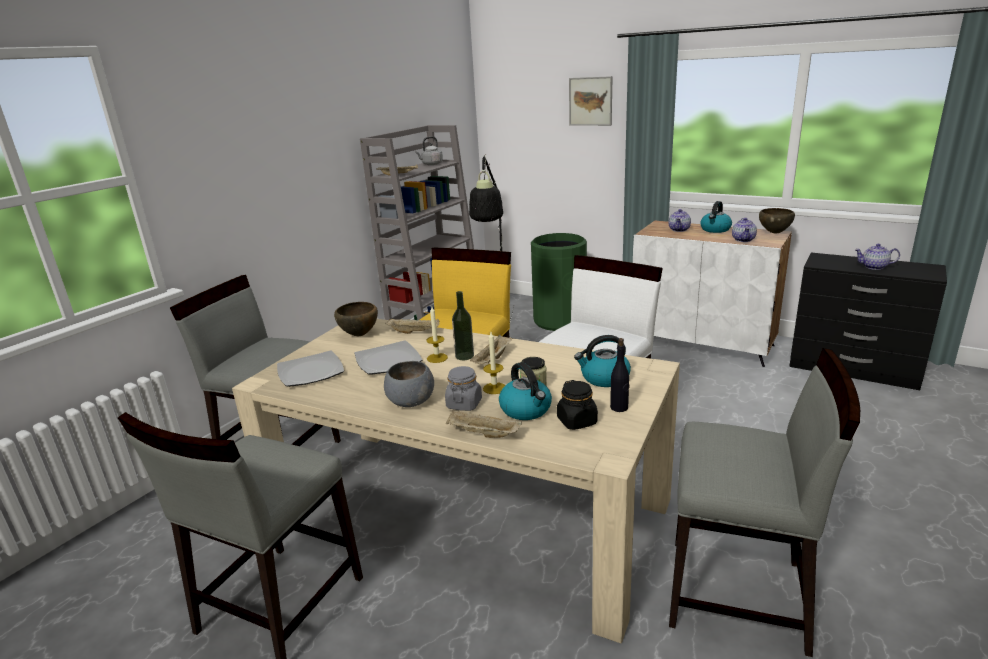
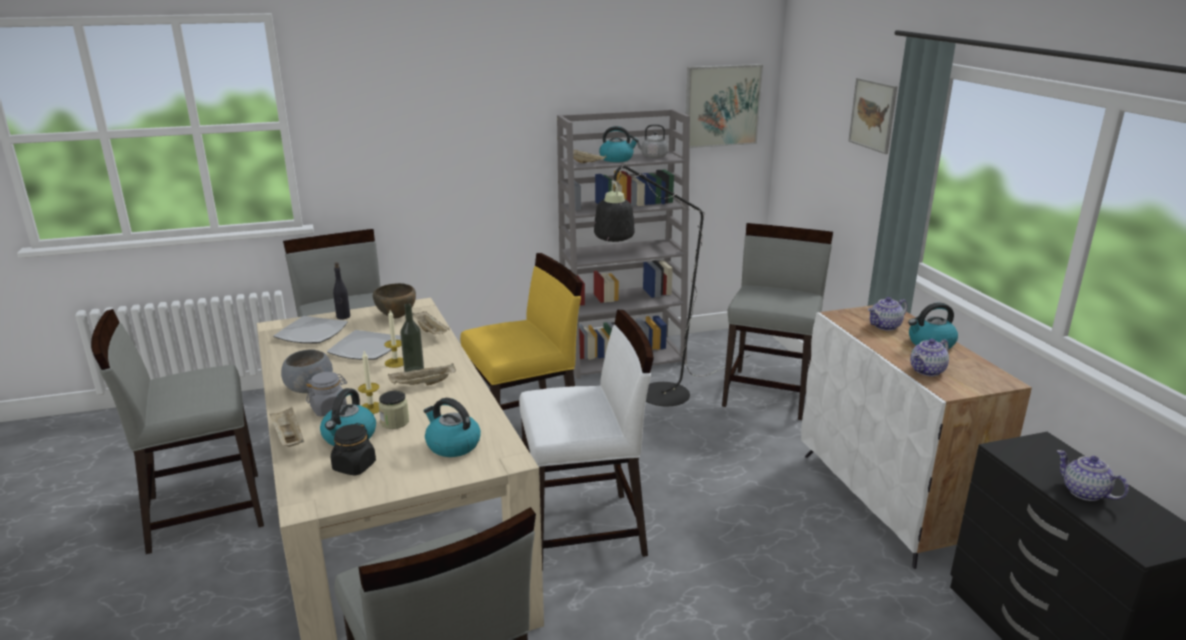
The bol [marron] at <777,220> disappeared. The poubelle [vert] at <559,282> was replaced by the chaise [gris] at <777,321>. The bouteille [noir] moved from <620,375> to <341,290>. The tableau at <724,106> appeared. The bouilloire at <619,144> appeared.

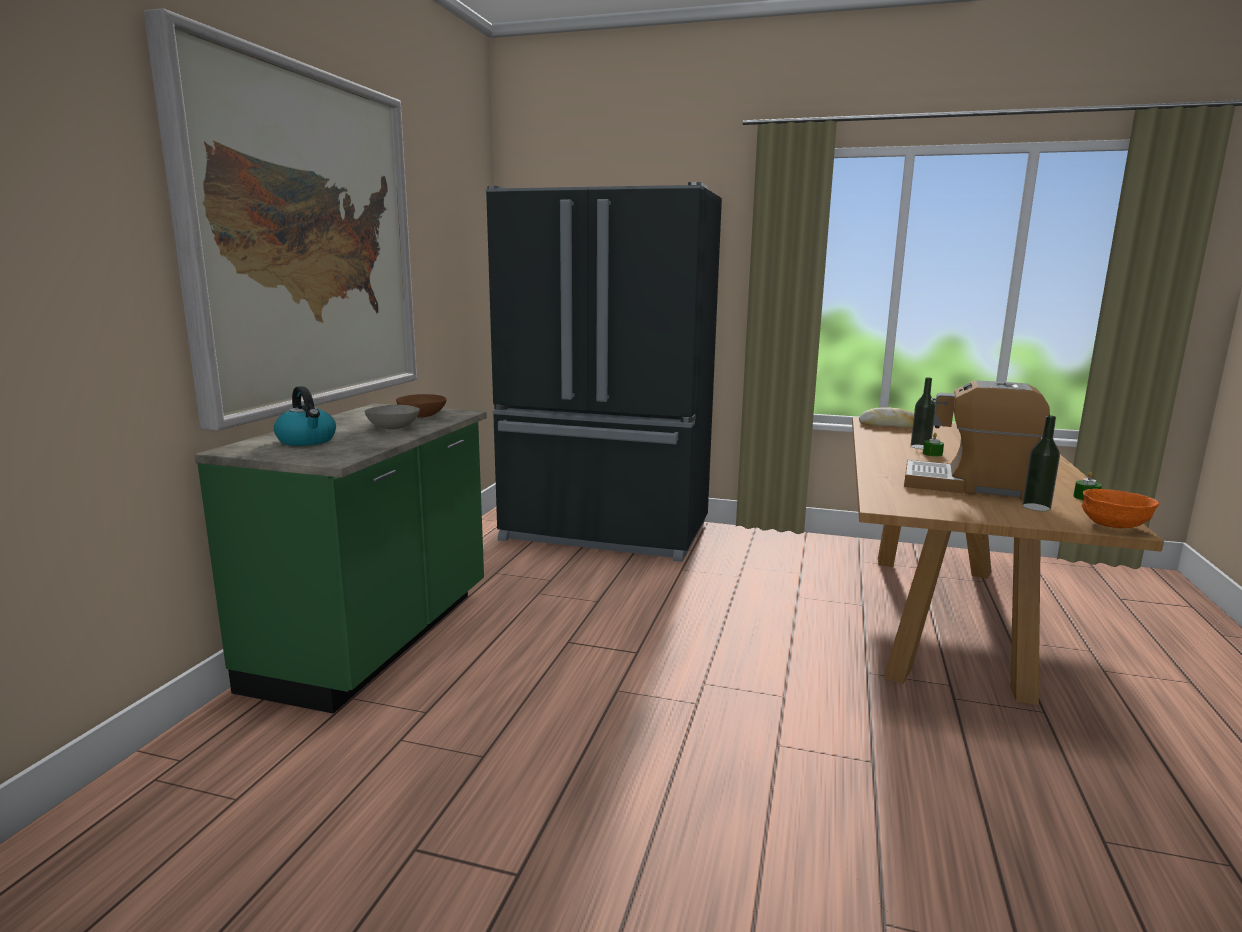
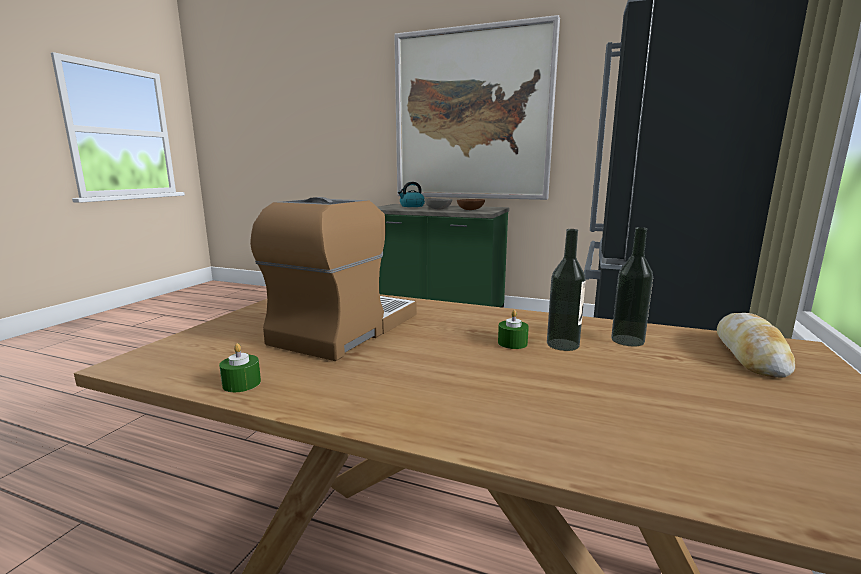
The bouteille moved from <1041,463> to <632,286>. The bol [orange] at <1120,508> disappeared.

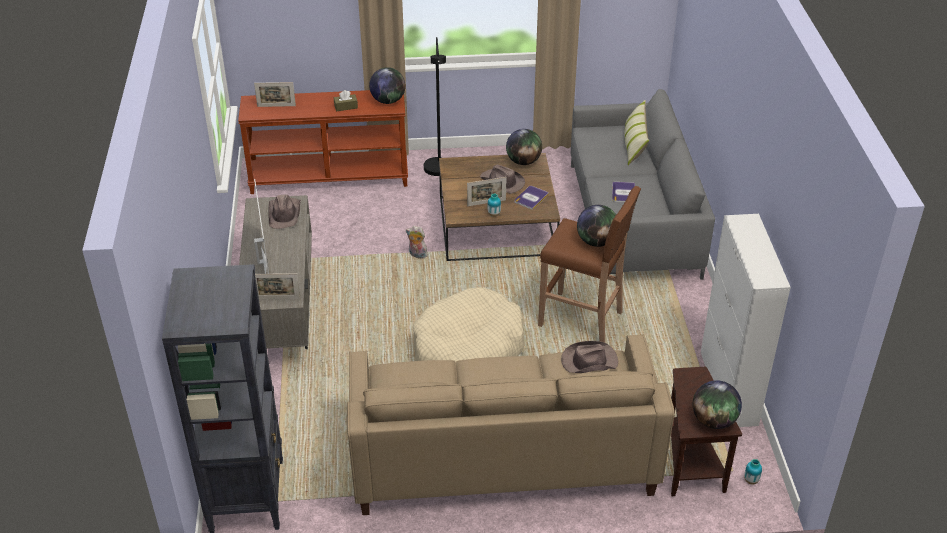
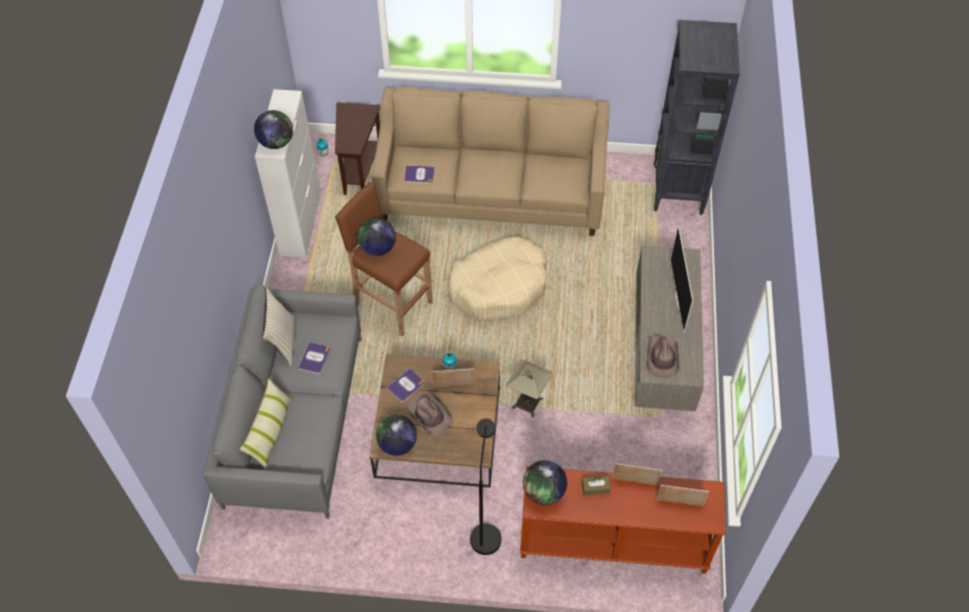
The peluche at <417,242> was replaced by the lampe de table at <529,388>. The cadre photo moved from <277,286> to <637,474>. The chapeau [marron] at <589,357> was replaced by the livre at <419,175>. The globe moved from <717,404> to <273,129>. The coussin [beige] at <278,326> appeared.

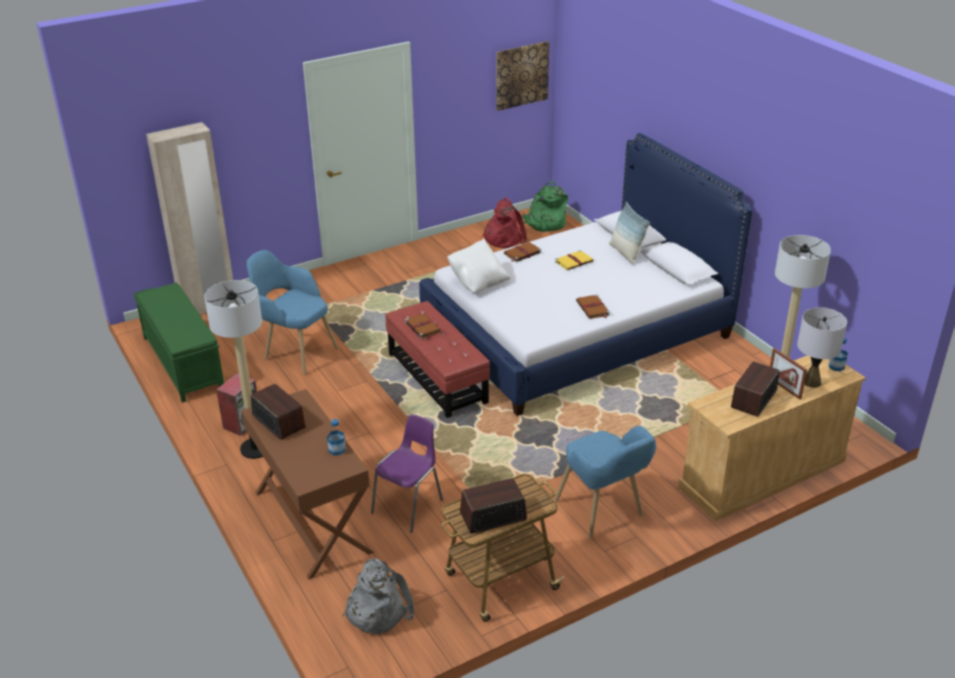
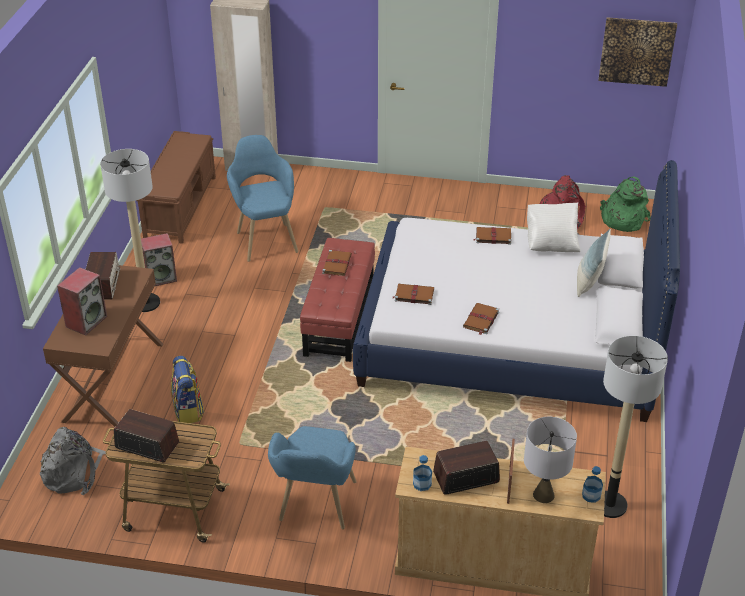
The coussin [blanc] moved from <479,265> to <554,227>. The livre [jaune] at <574,260> disappeared. The banc [vert] at <179,343> became the banc [marron] at <176,187>. The chaise [violet] at <407,473> was replaced by the sac à dos at <187,389>. The bouteille moved from <336,437> to <422,473>. The enceinte at <82,301> appeared. The livre [marron] at <413,294> appeared.

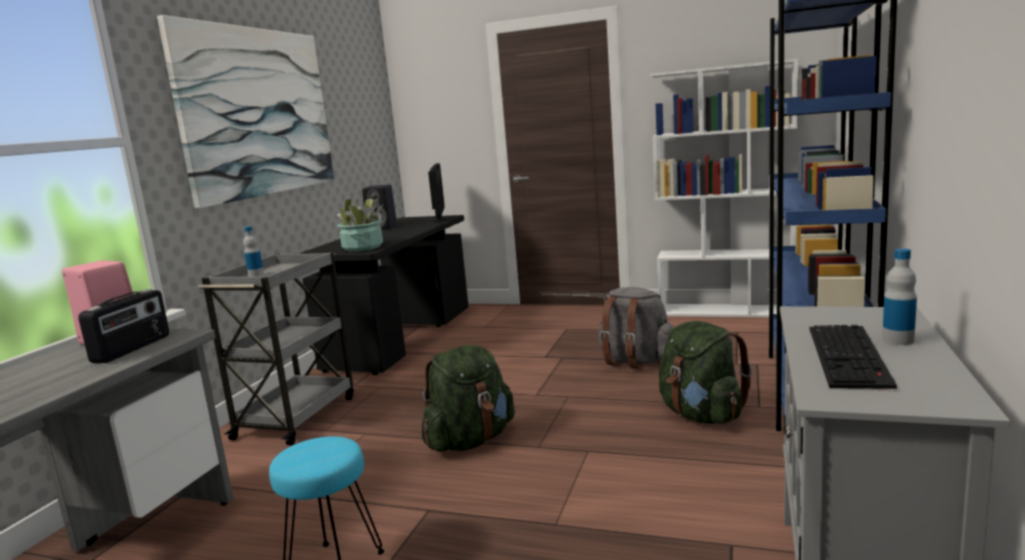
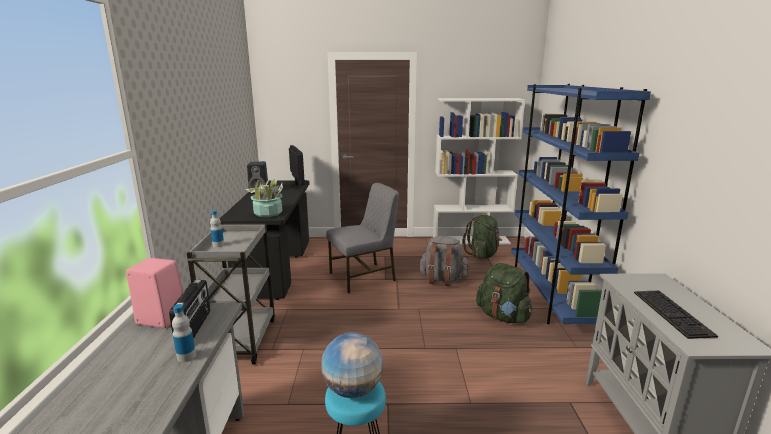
The tableau at <246,112> disappeared. The bouteille moved from <899,296> to <184,333>. The sac à dos [vert] moved from <468,398> to <482,237>. The chaise [gris] at <362,238> appeared. The globe at <352,365> appeared.

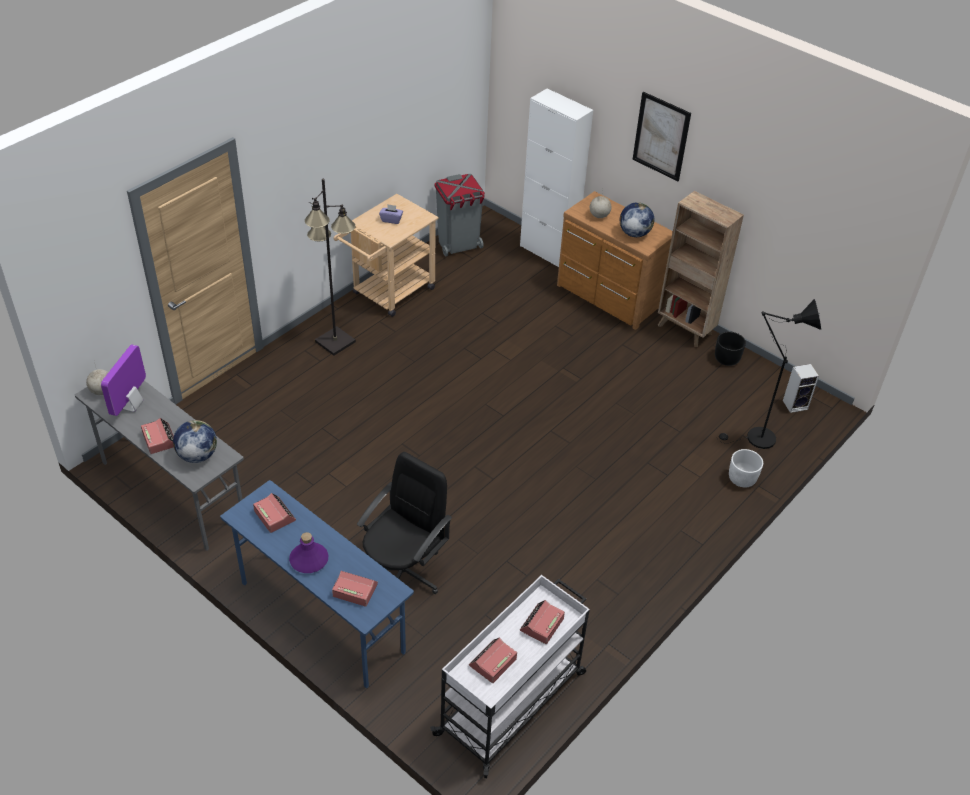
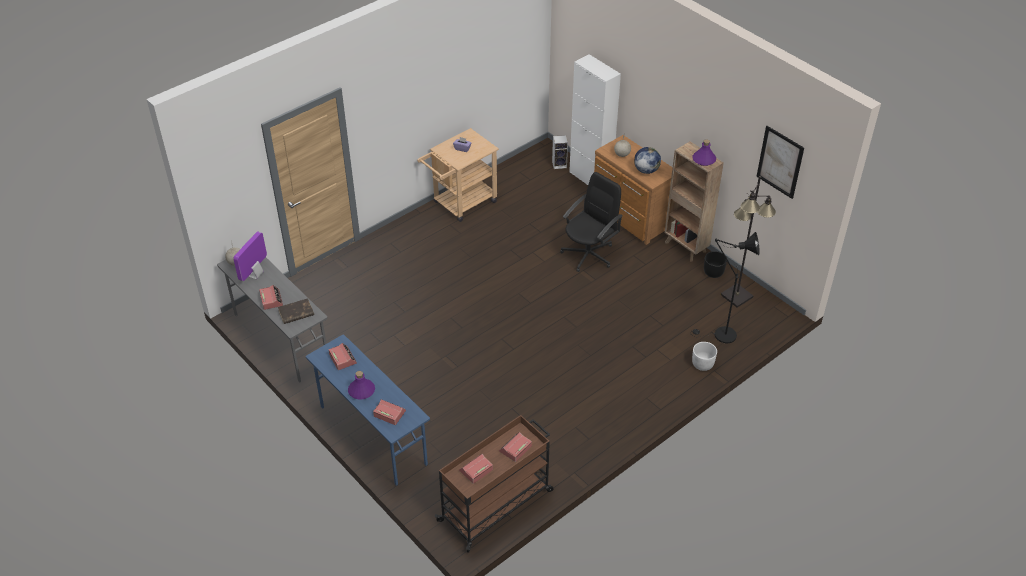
The tableau moved from <661,136> to <780,162>. The poubelle [gris] at <460,215> disappeared. The lampadaire [noir] moved from <330,267> to <748,242>. The enceinte moved from <801,388> to <560,152>. The globe at <195,441> was replaced by the livre [marron] at <296,311>. The chaise de bureau [noir] moved from <404,523> to <591,222>. The chariot [blanc] at <510,676> became the chariot [marron] at <494,484>. The bouteille [violet] at <704,152> appeared.

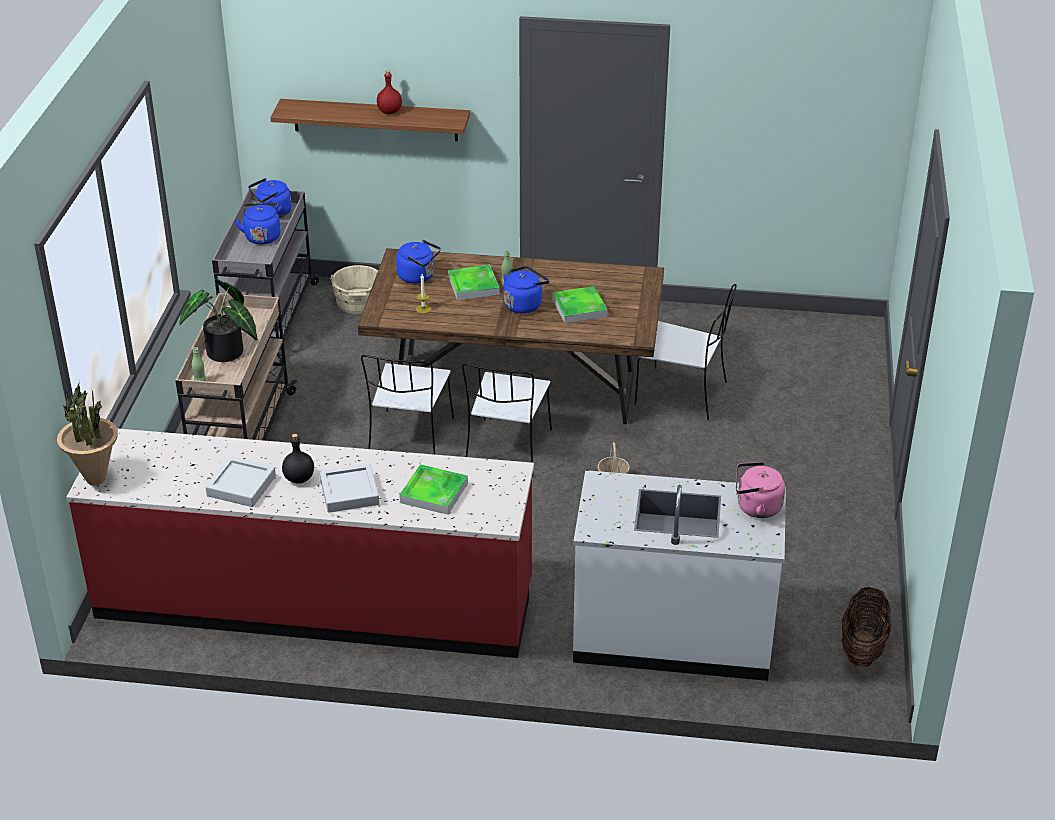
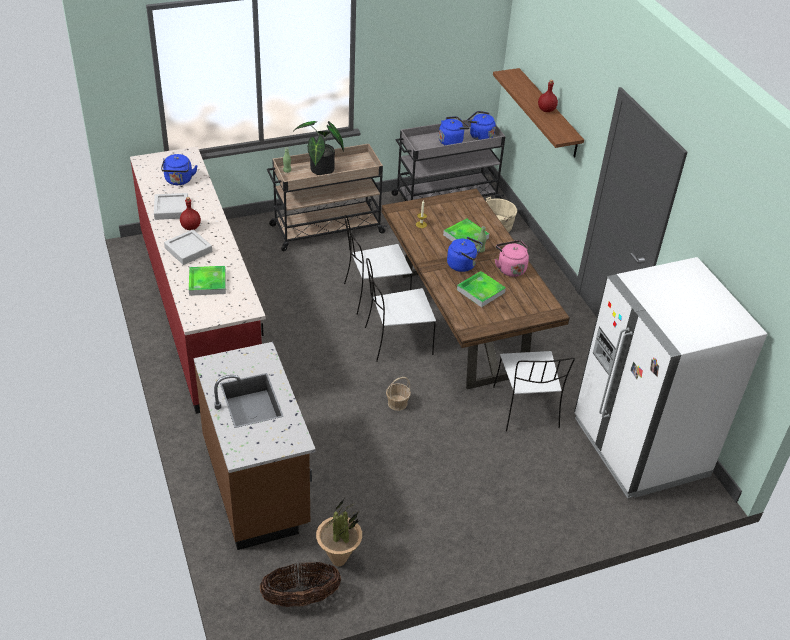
The bouilloire [bleu] moved from <418,262> to <179,169>. The plante en pot moved from <87,433> to <339,532>. The bouteille [noir] at <298,459> became the bouteille [rouge] at <190,213>. The bouilloire [rose] moved from <760,490> to <512,258>. The comptoir de cuisine [blanc] at <679,575> became the comptoir de cuisine [marron] at <255,446>. The réfrigérateur [blanc] at <670,377> appeared.

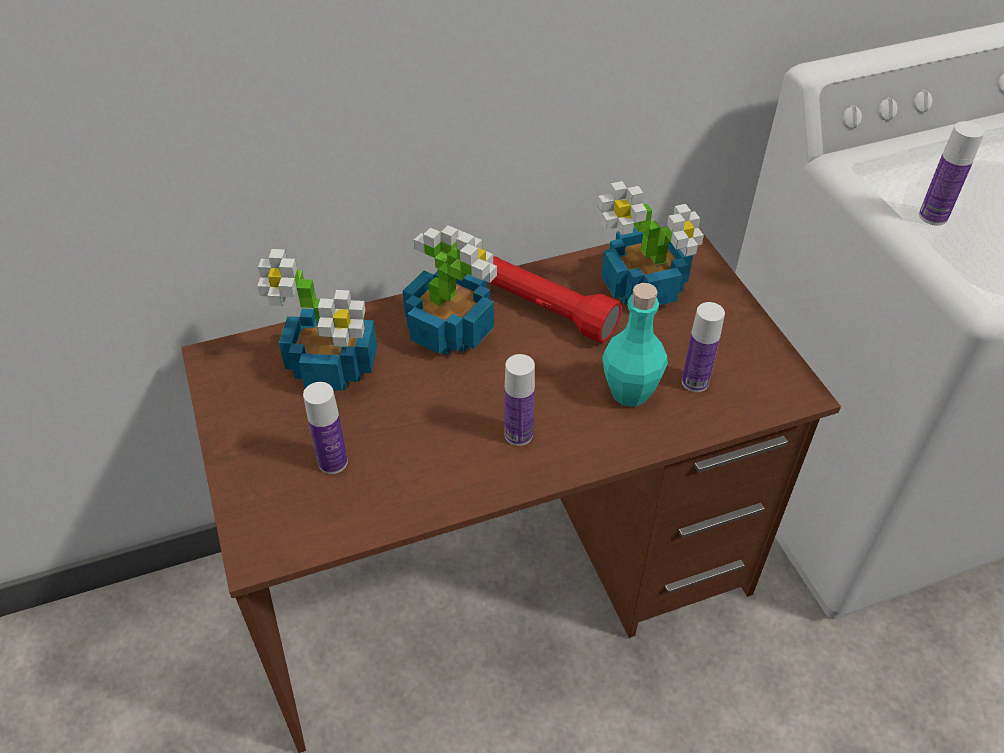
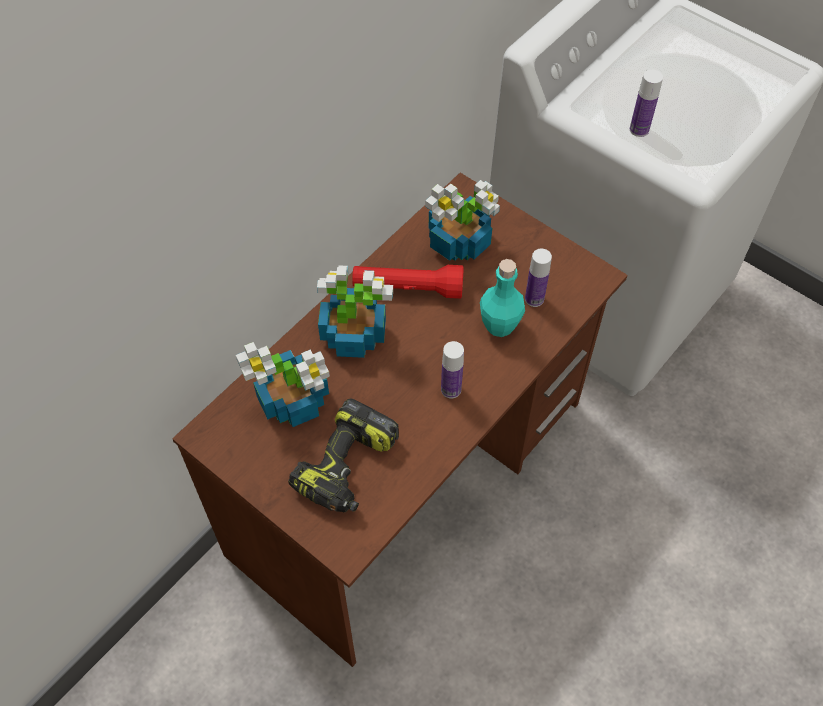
The bouteille at <325,428> was replaced by the perceuse at <343,455>.

